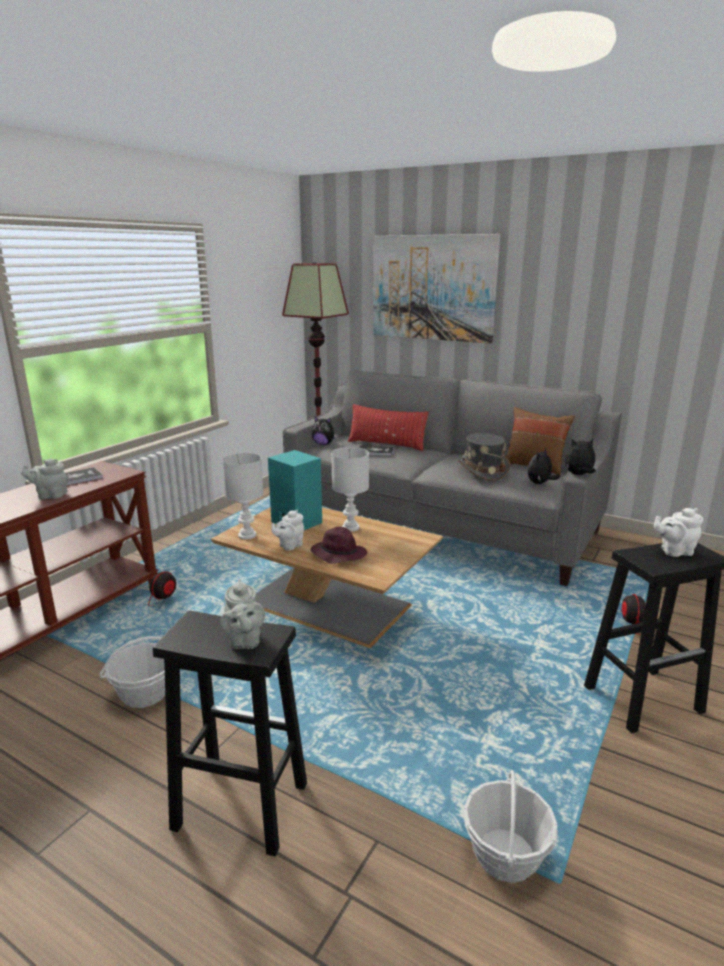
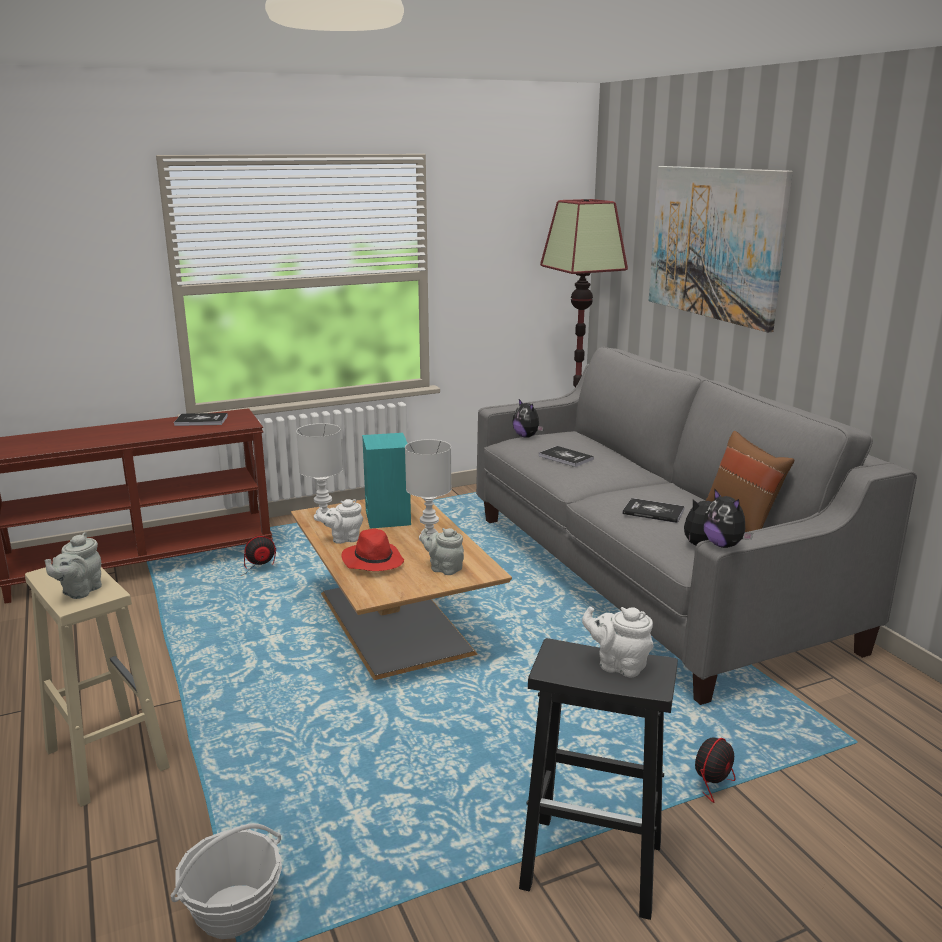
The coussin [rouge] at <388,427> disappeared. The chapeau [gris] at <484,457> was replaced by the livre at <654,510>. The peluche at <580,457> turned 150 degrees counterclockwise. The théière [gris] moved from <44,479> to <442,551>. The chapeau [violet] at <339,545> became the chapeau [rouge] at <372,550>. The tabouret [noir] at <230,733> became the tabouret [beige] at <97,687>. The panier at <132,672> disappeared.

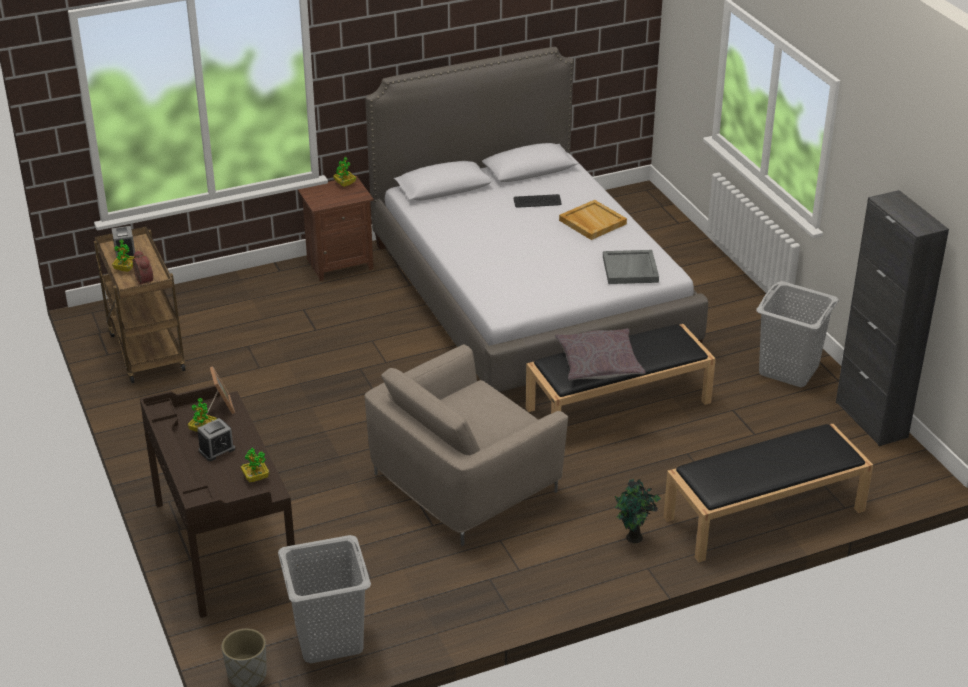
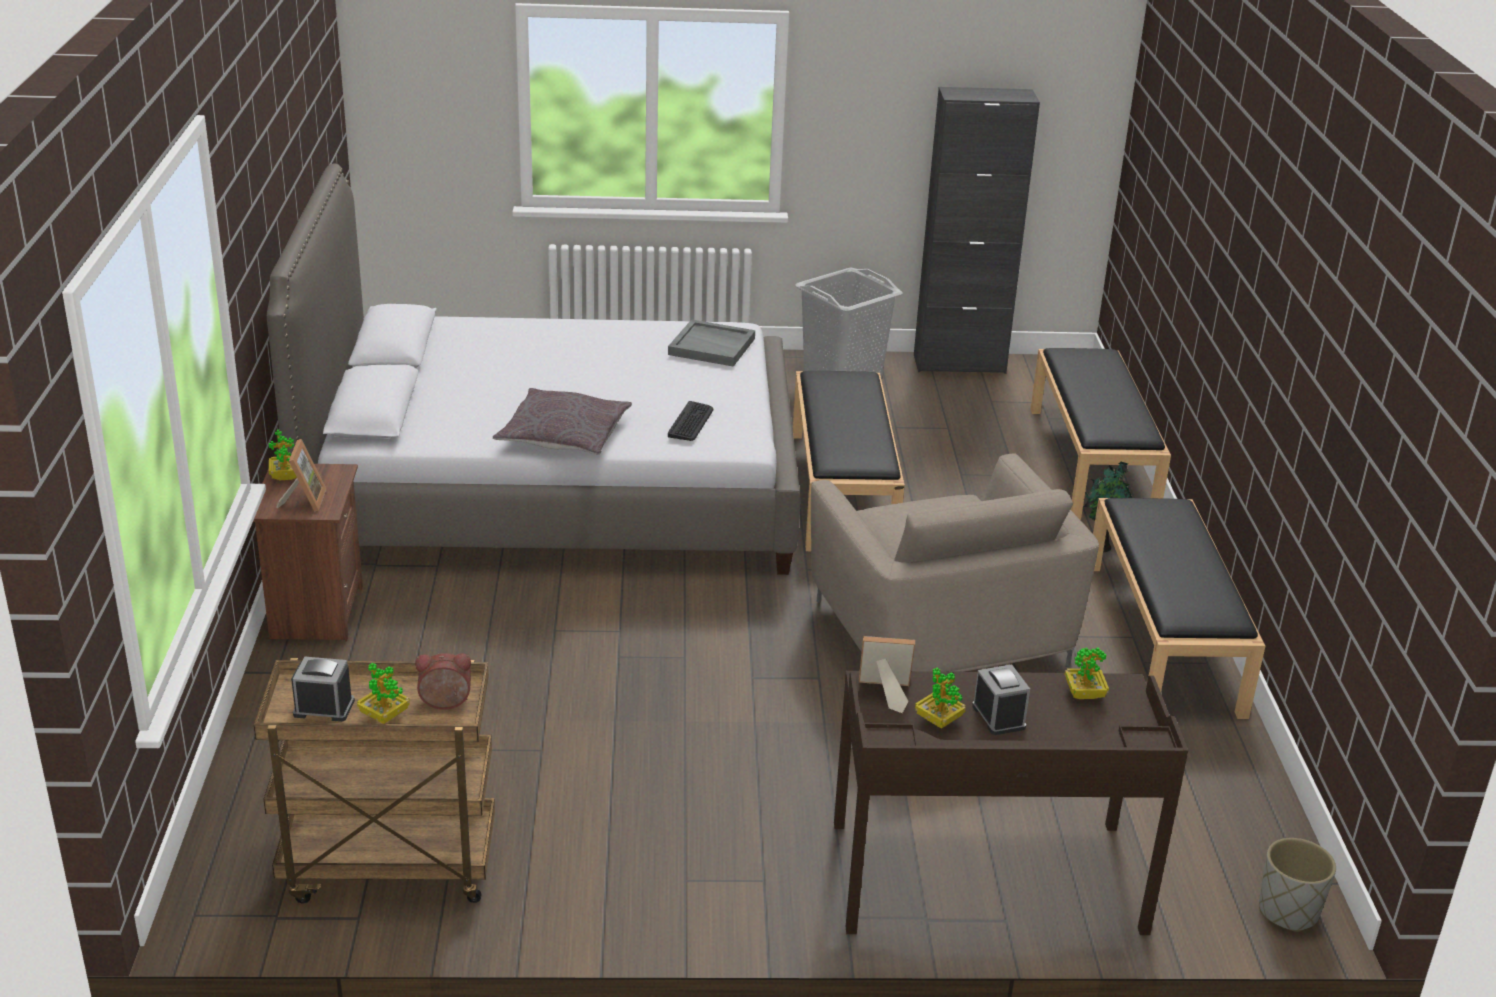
The clavier moved from <537,201> to <690,421>. The plateau [beige] at <593,220> disappeared. The coussin [gris] moved from <600,354> to <562,421>. The panier à linge [gris] at <324,599> disappeared. The cadre photo at <301,475> appeared. The banc [noir] at <1179,608> appeared.

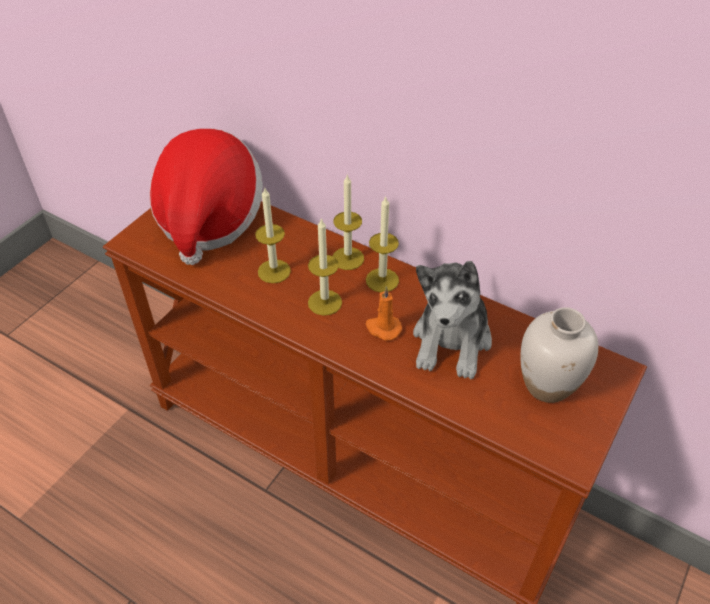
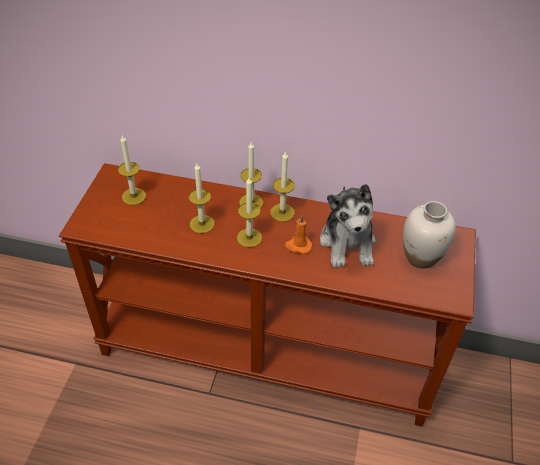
The chapeau at <206,197> was replaced by the bougie at <132,170>.

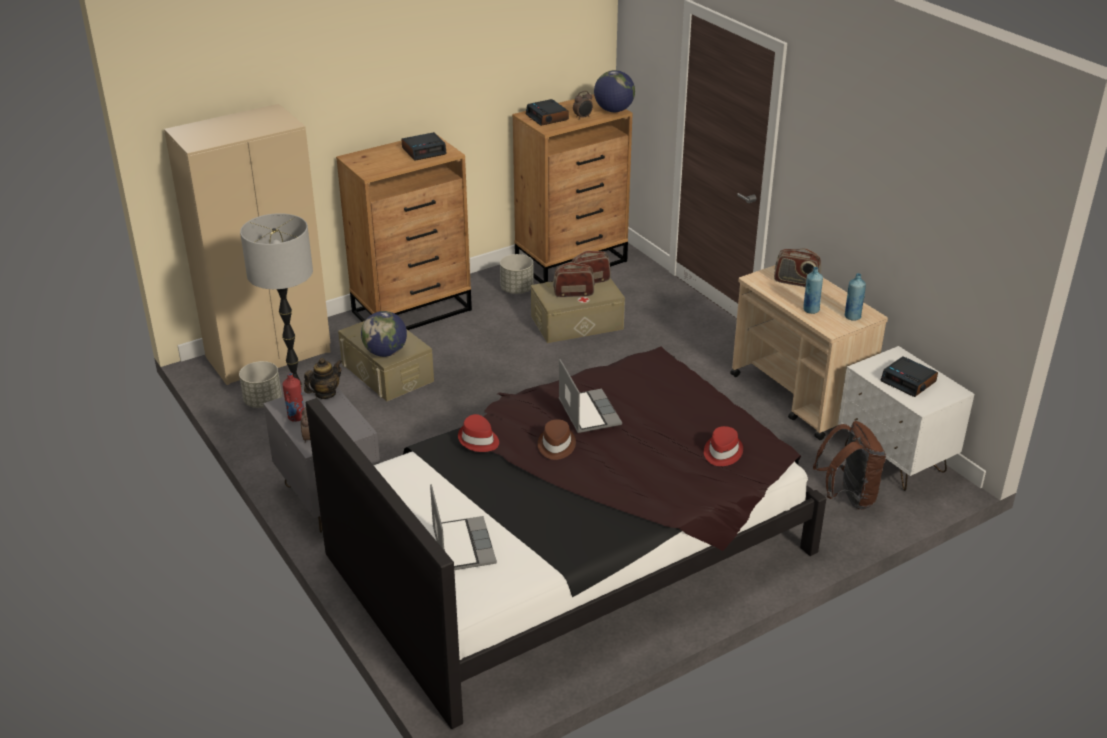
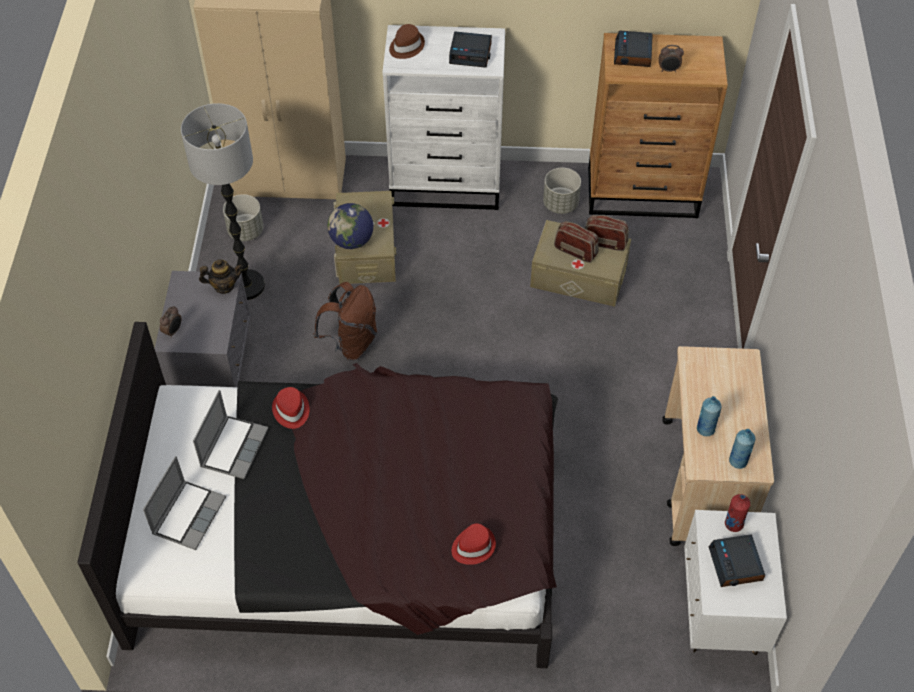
The globe at <614,91> disappeared. The commode [marron] at <404,231> became the commode [blanc] at <443,117>. The radio at <797,267> disappeared. The ordinateur portable moved from <590,396> to <230,434>. The bouteille [rouge] moved from <293,397> to <737,513>. The chapeau [marron] moved from <557,439> to <407,41>. The sac à dos [marron] moved from <849,465> to <345,321>.

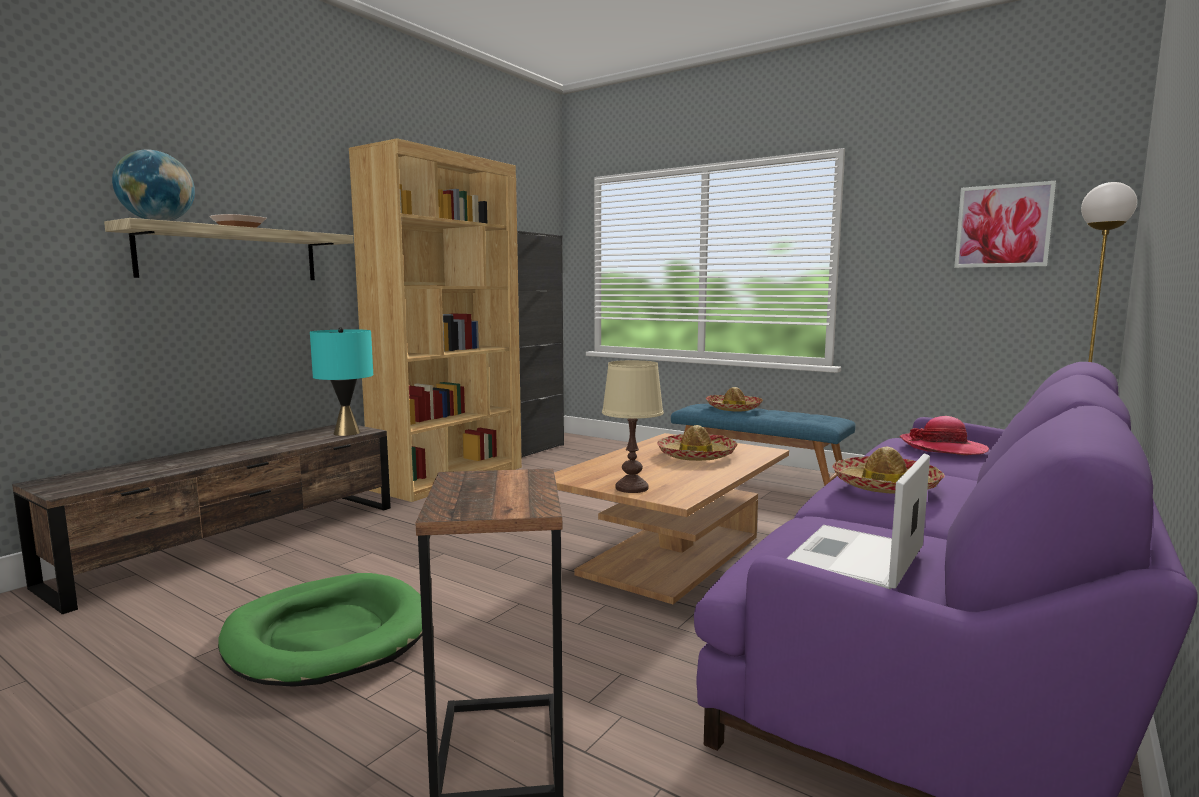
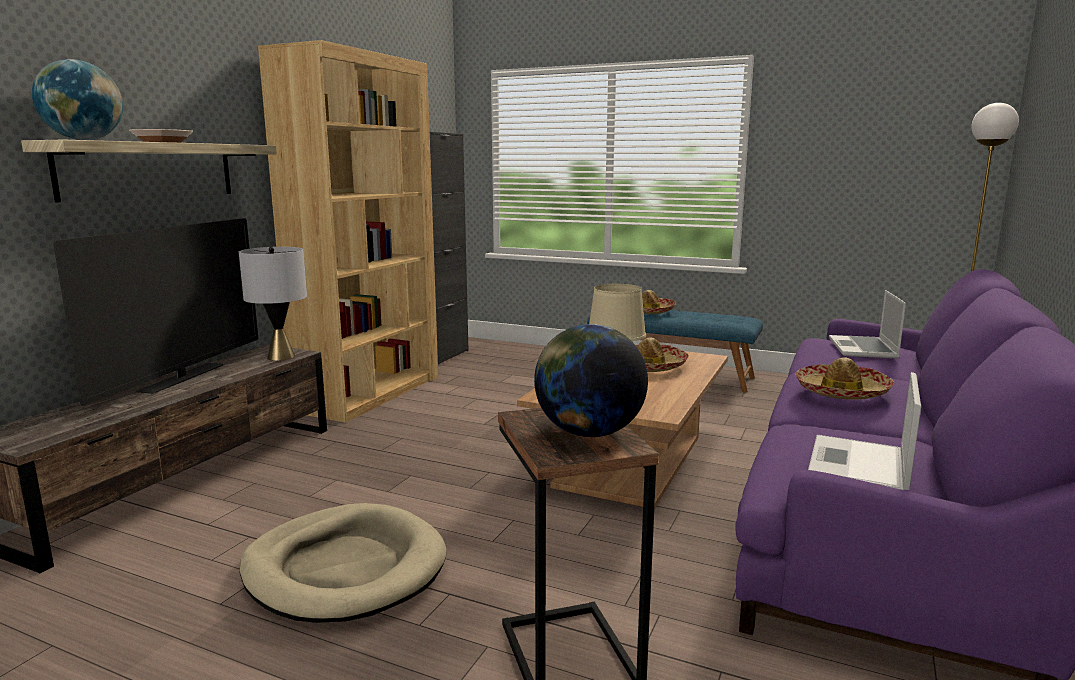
The tableau at <1005,224> disappeared. The lampe de table [turquoise] at <341,381> became the lampe de table [gris] at <273,303>. The chapeau at <944,435> was replaced by the ordinateur portable at <867,324>. The panier pour chien [vert] at <320,630> became the panier pour chien [beige] at <343,563>. The téléviseur at <155,312> appeared. The globe at <591,380> appeared.

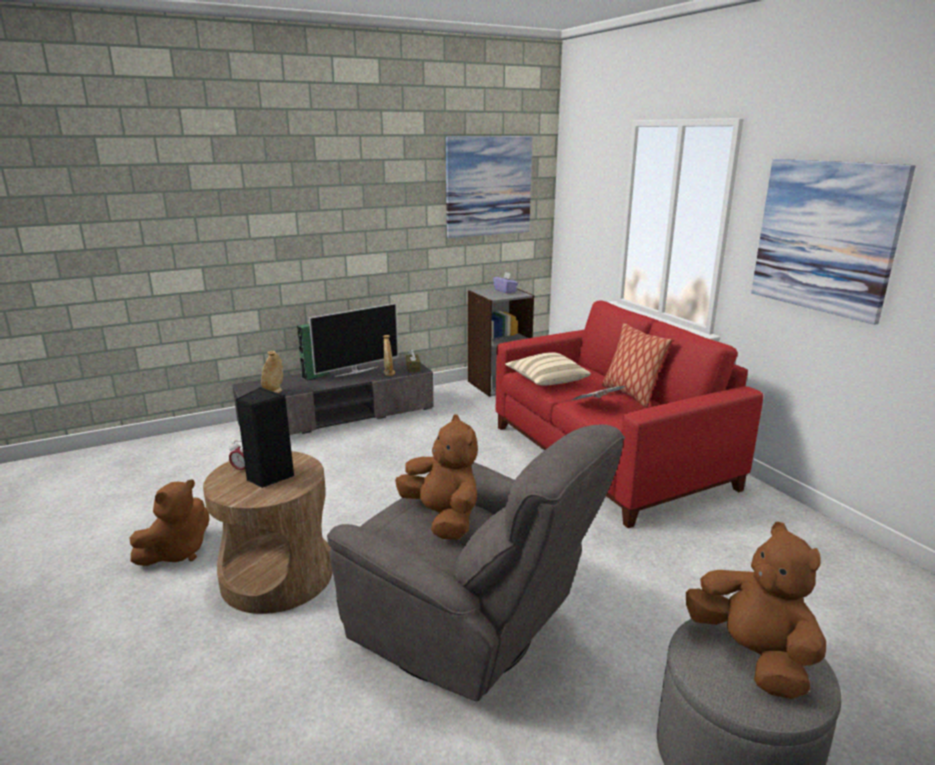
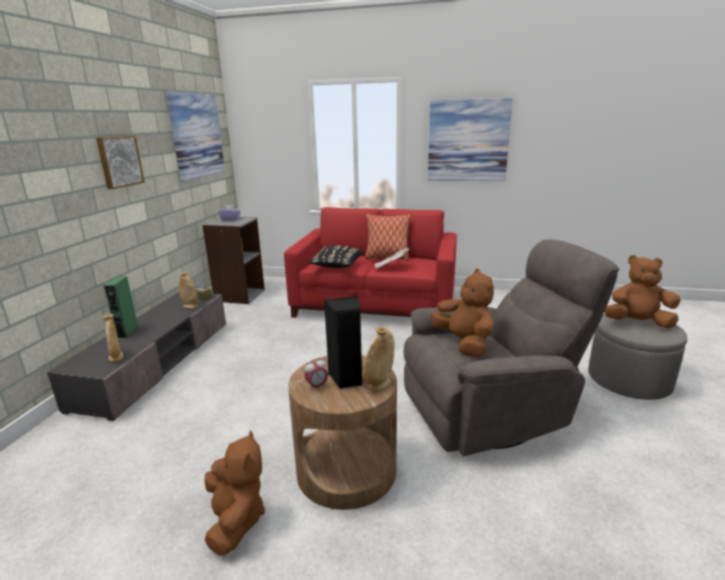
The téléviseur at <353,340> disappeared. The coussin [beige] at <548,368> became the coussin [noir] at <335,257>. The peluche [marron] at <436,477> turned 60 degrees clockwise. The tableau at <120,162> appeared. The vase [beige] at <379,359> appeared.

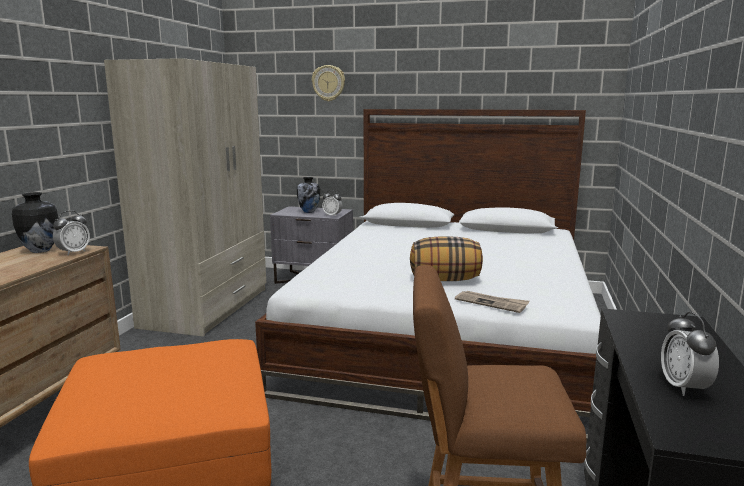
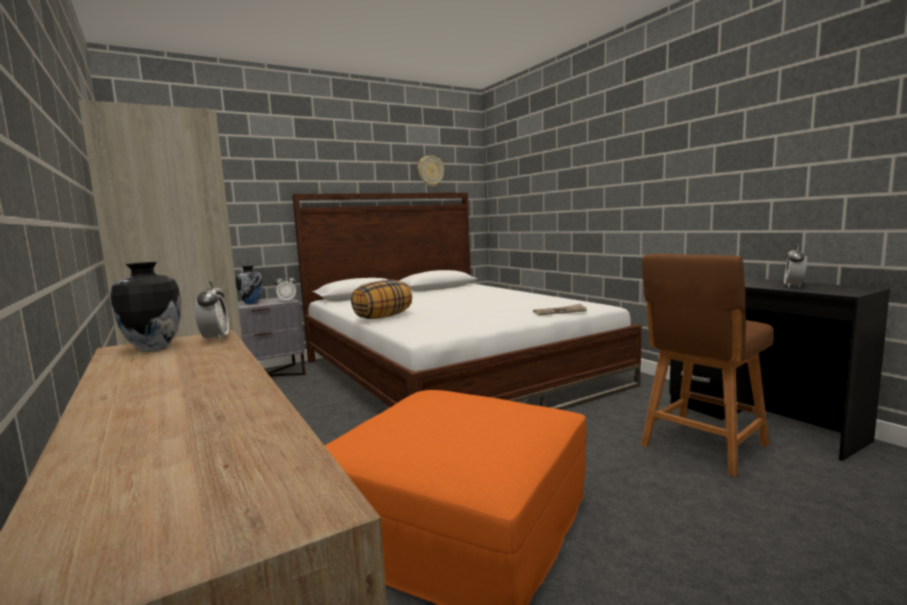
The horloge murale moved from <328,83> to <431,171>. The coussin moved from <446,258> to <381,299>. The réveil at <690,354> turned 75 degrees clockwise.

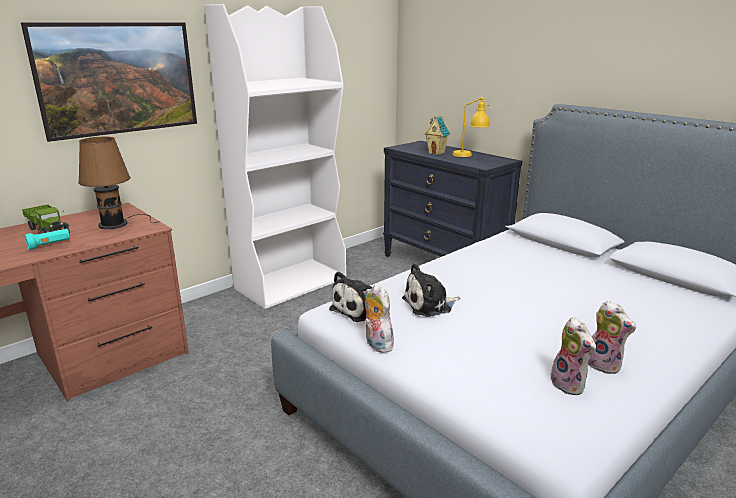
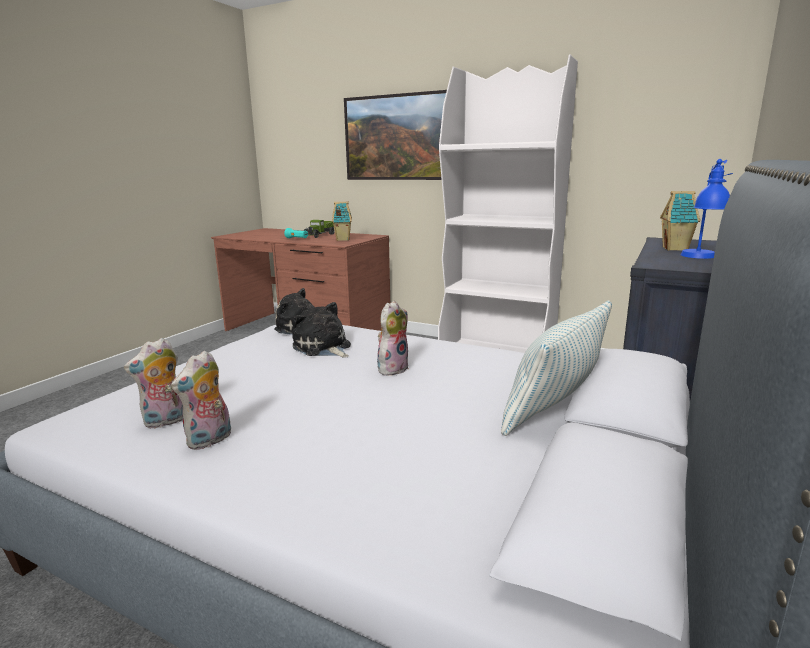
The lampe de table [jaune] at <471,127> became the lampe de table [bleu] at <706,209>. The lampe de table [marron] at <117,183> was replaced by the maison miniature at <342,221>. The peluche moved from <379,318> to <393,338>. The coussin at <556,368> appeared.

